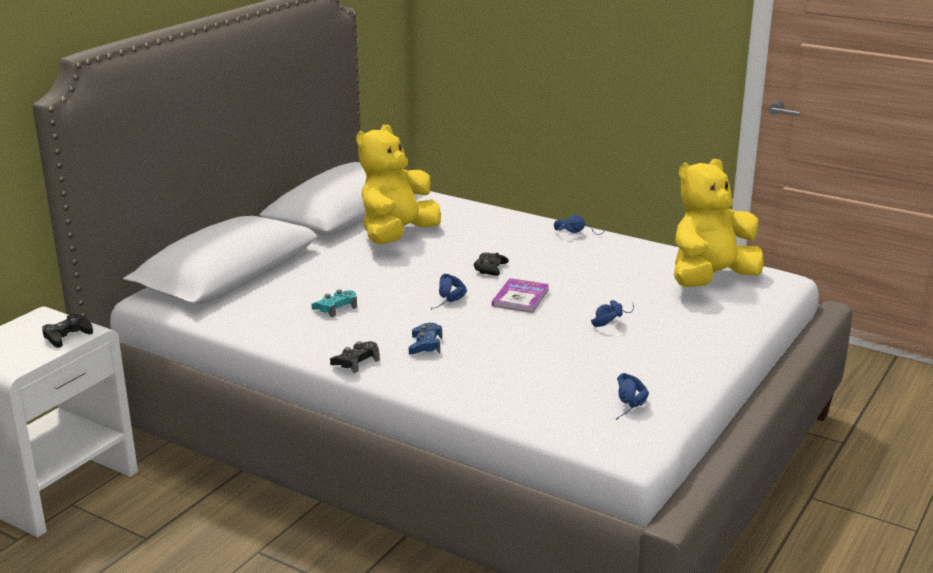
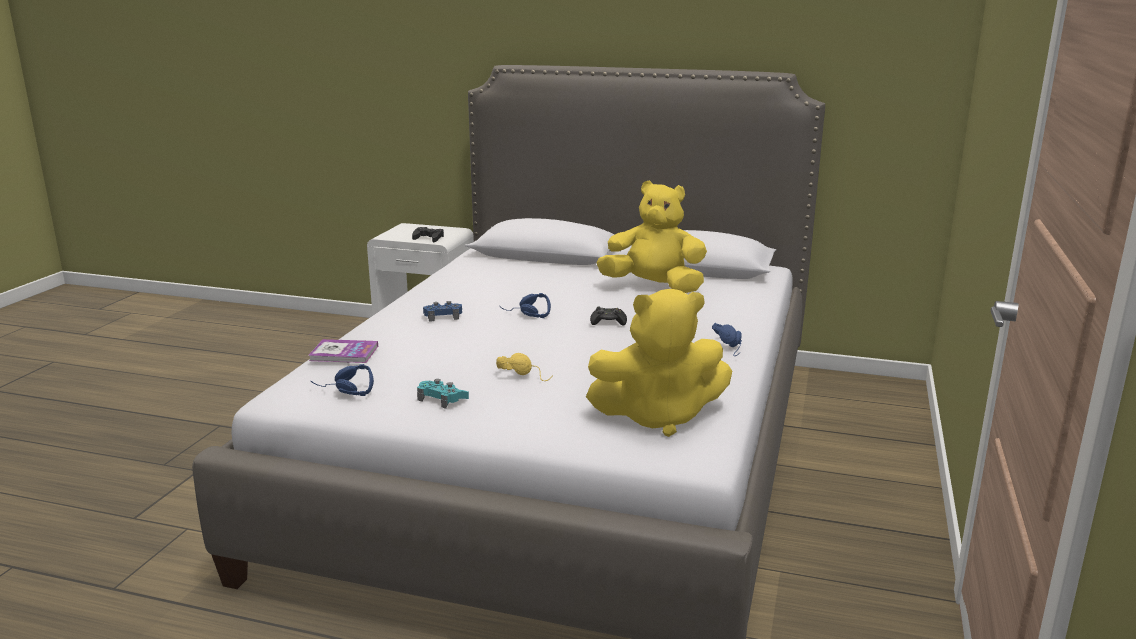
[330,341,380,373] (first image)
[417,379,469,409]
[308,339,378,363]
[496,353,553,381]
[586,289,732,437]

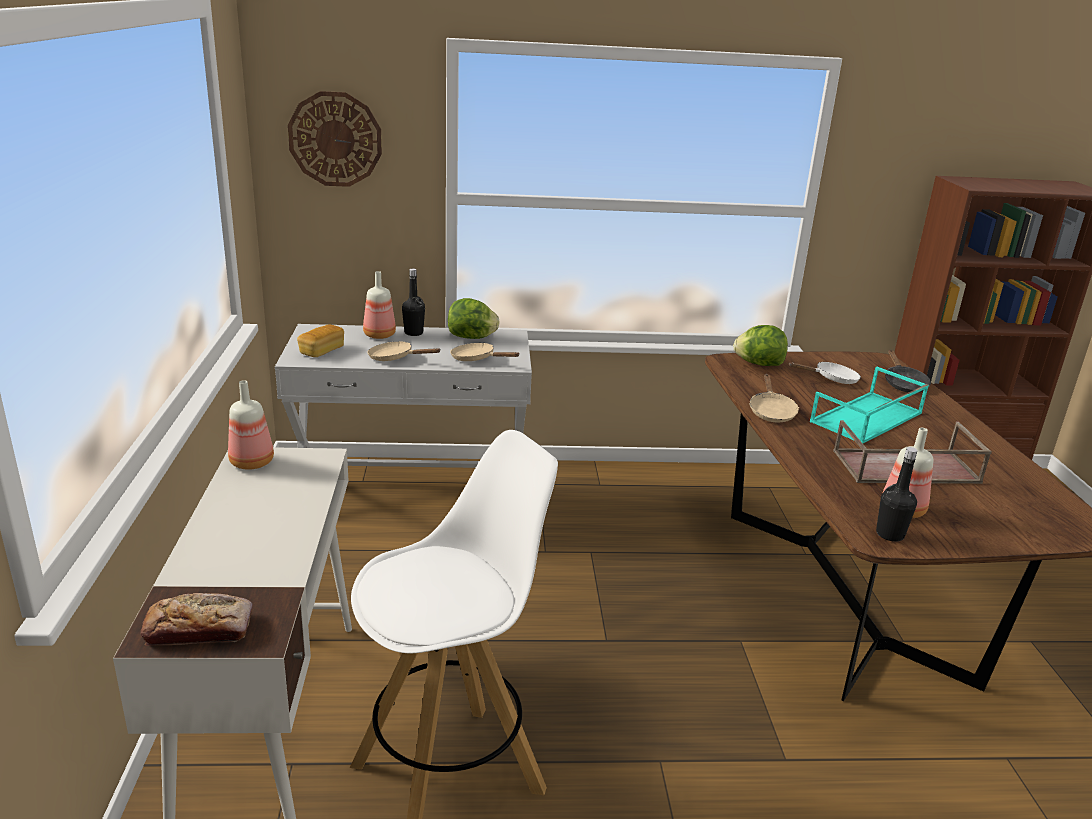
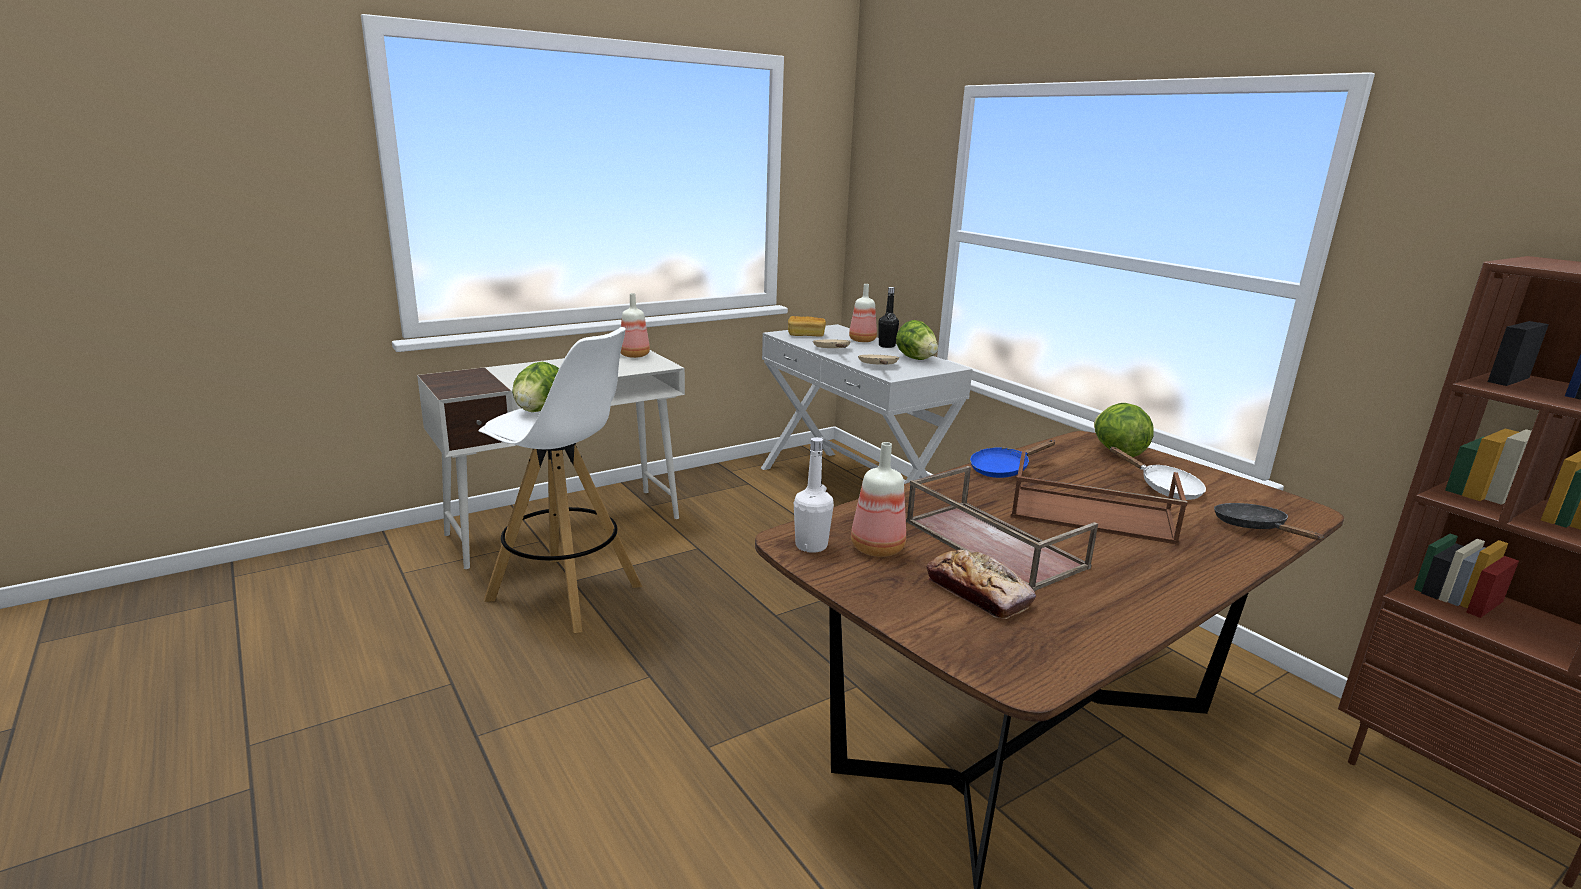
[288,91,382,187] (first image)
[512,362,559,412]
[926,549,1036,619]
[970,440,1056,478]
[1011,451,1188,545]
[794,437,834,553]
[1214,503,1324,540]

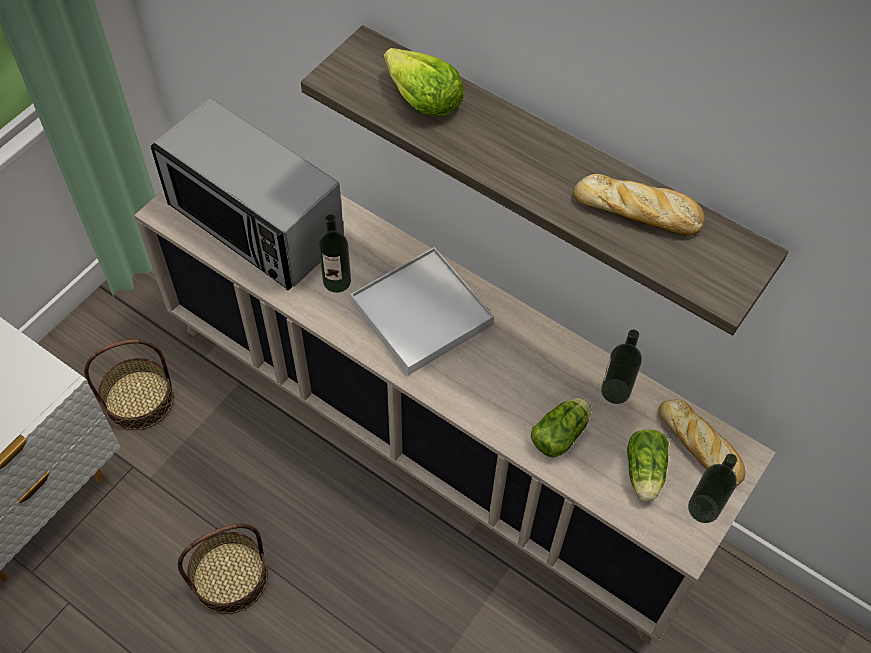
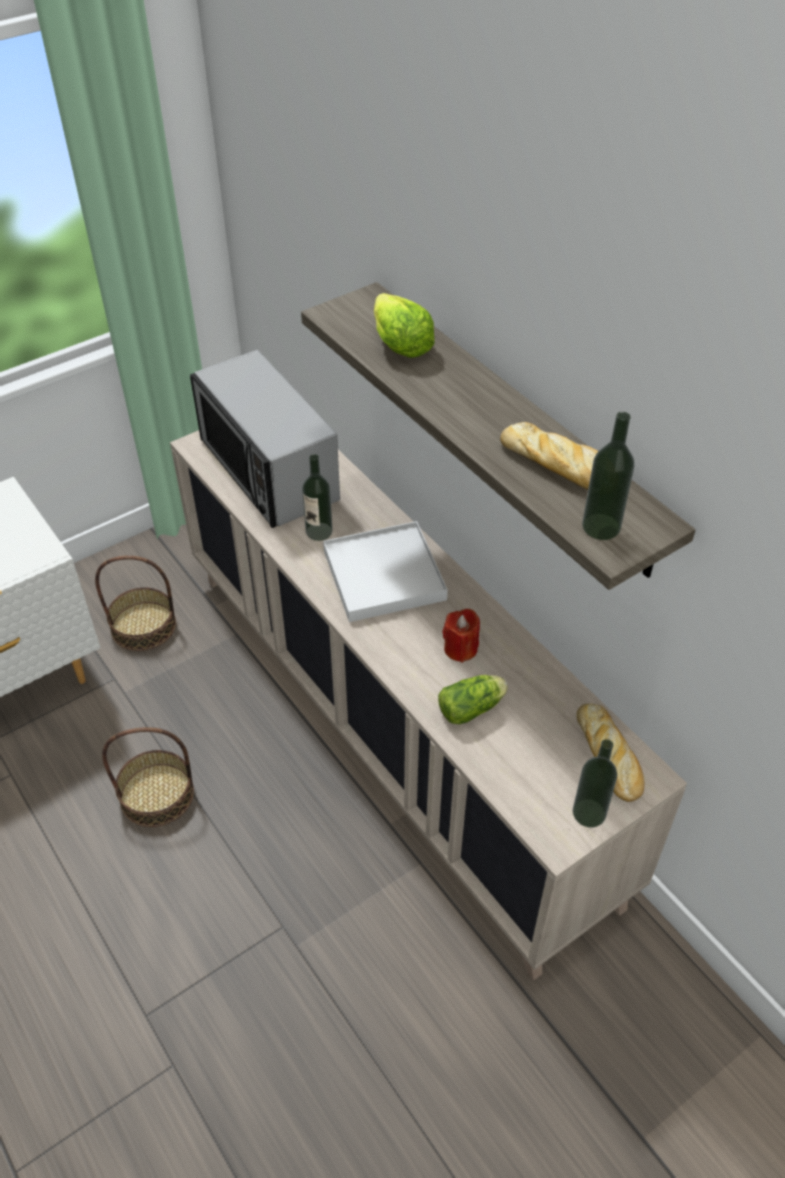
[627,430,669,502] (first image)
[442,609,480,663]
[582,412,635,540]

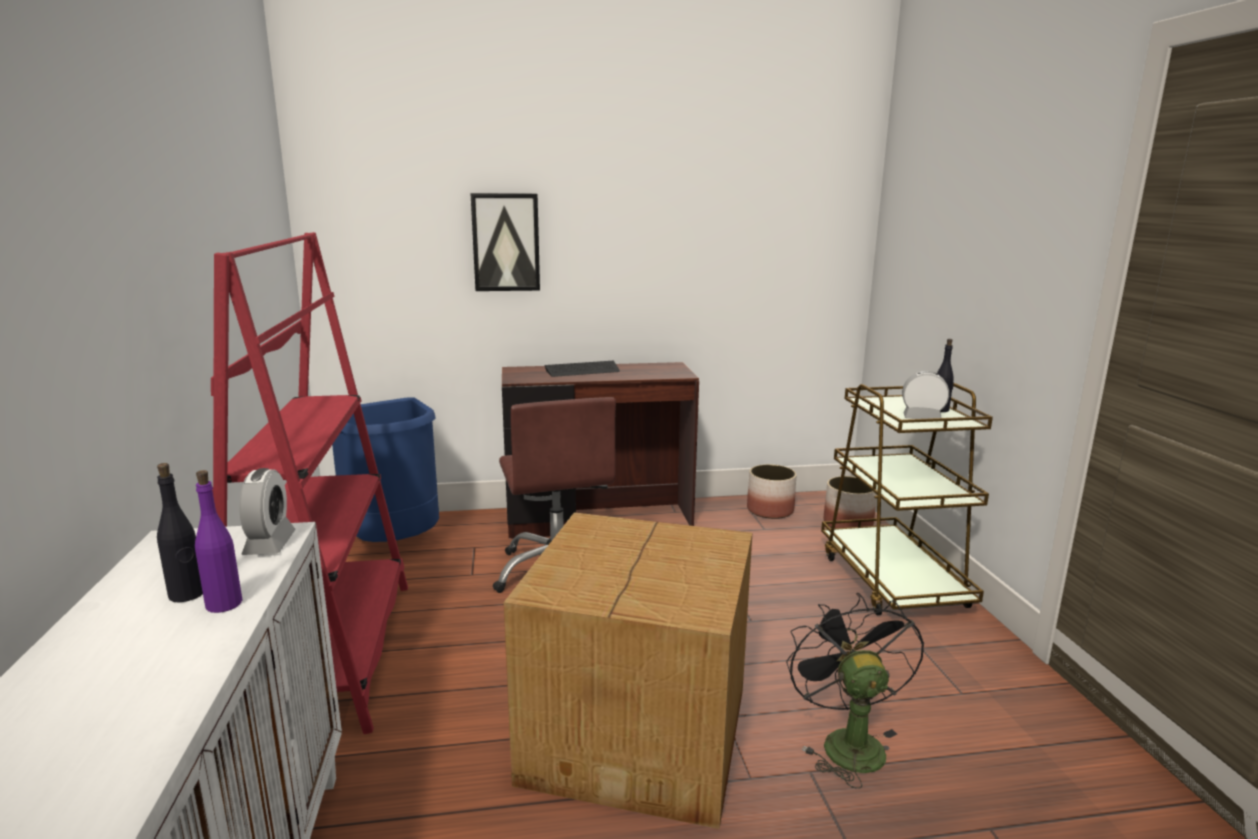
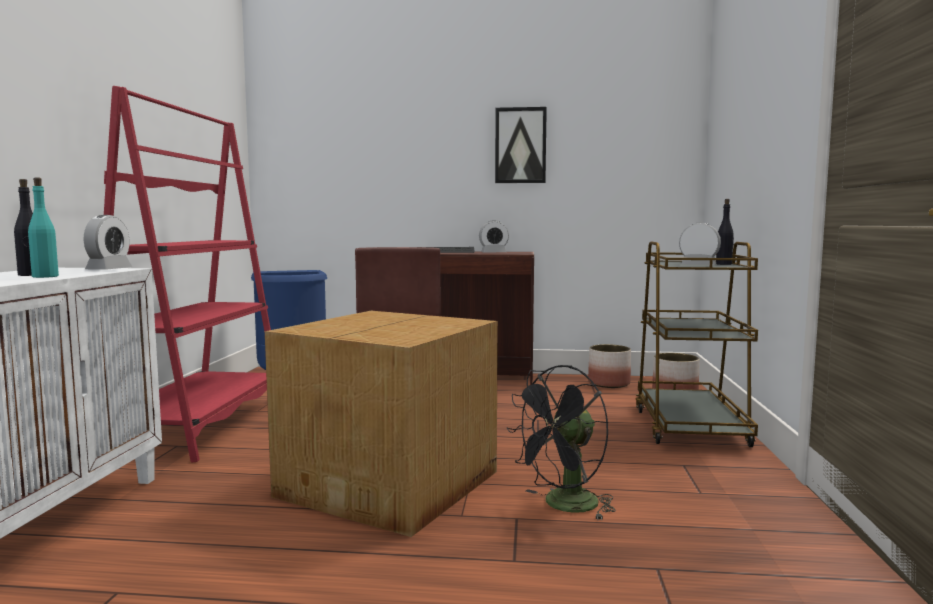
[479,220,509,252]
[495,107,547,183]
[28,177,59,278]
[507,365,616,520]

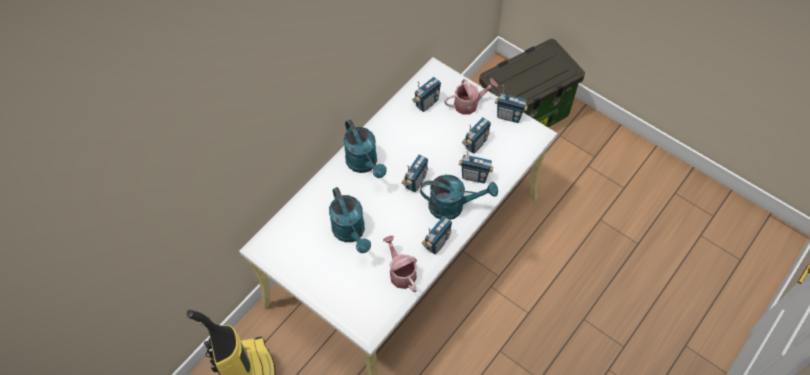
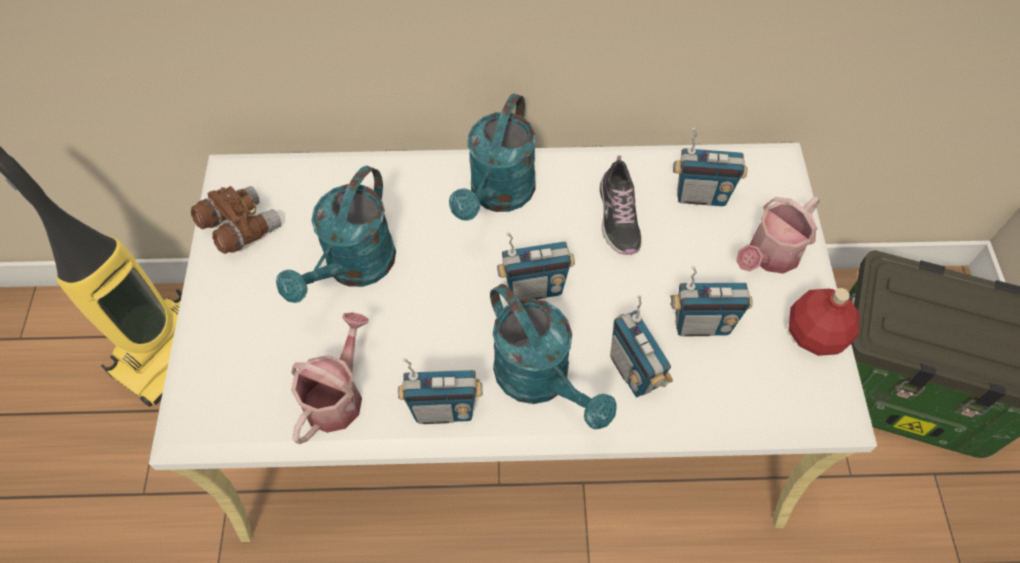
[191,186,281,254]
[600,156,642,255]
[789,288,860,356]
[736,196,820,274]

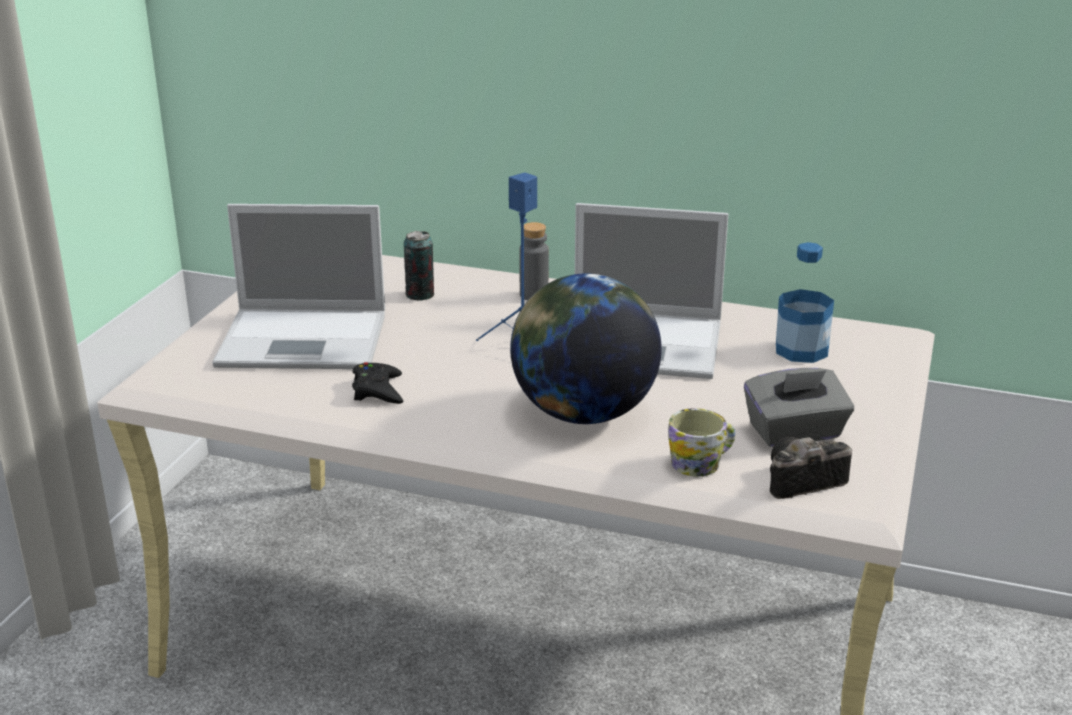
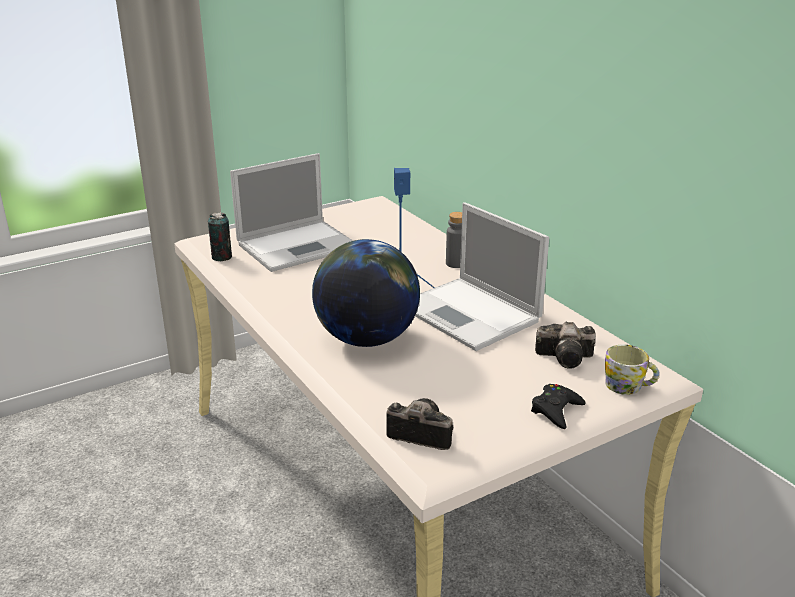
[744,368,854,447] (first image)
[531,384,586,429]
[208,212,232,261]
[605,345,659,395]
[535,322,596,369]
[230,153,353,272]

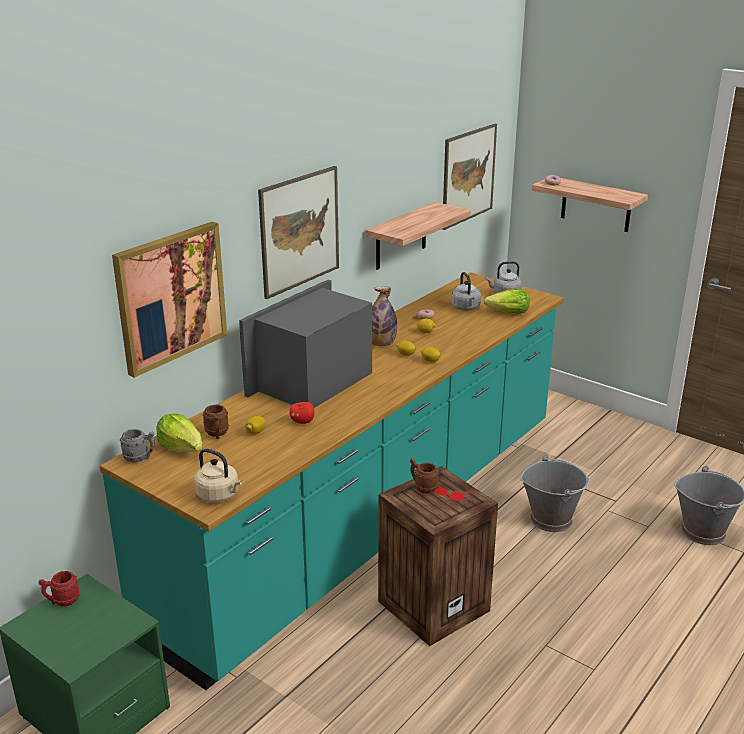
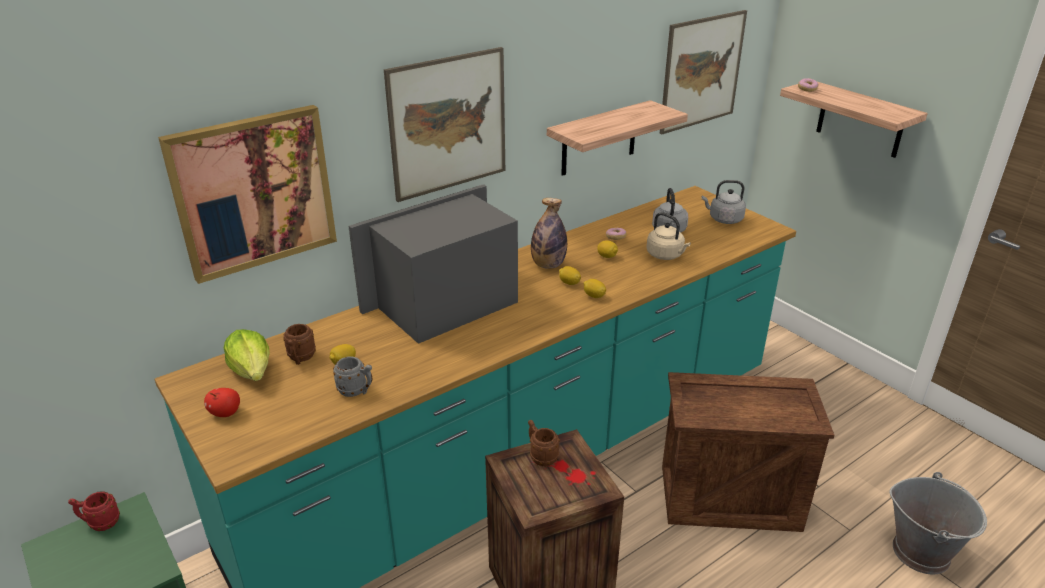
[484,289,530,314] (first image)
[333,356,372,397]
[646,212,691,260]
[204,388,240,417]
[662,372,834,532]

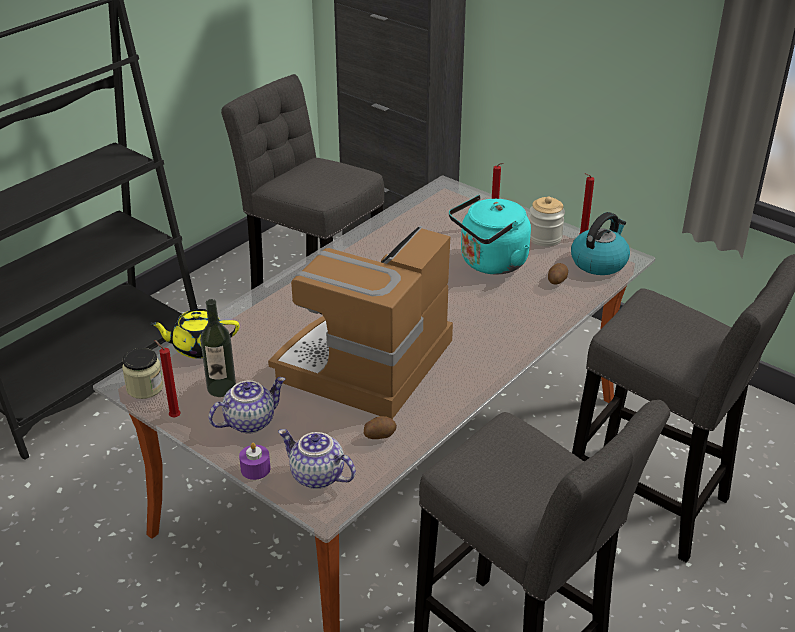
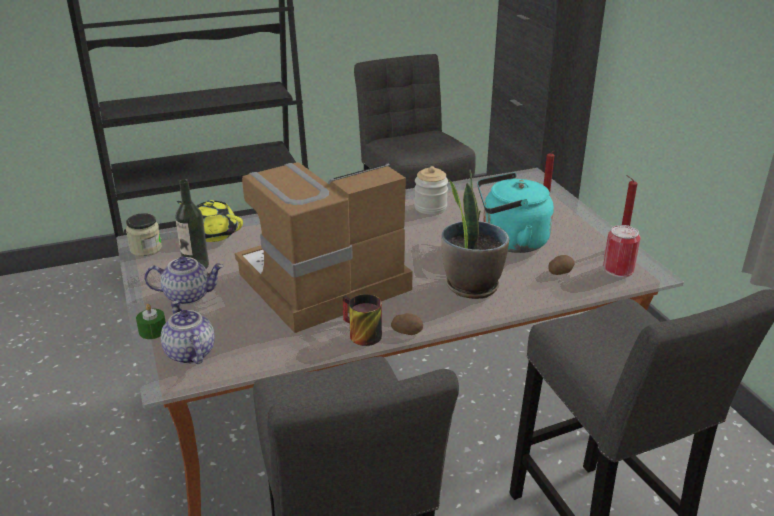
[154,340,181,417] (first image)
[343,294,382,346]
[441,170,509,299]
[391,313,423,335]
[414,166,448,215]
[603,225,641,277]
[136,304,166,339]

